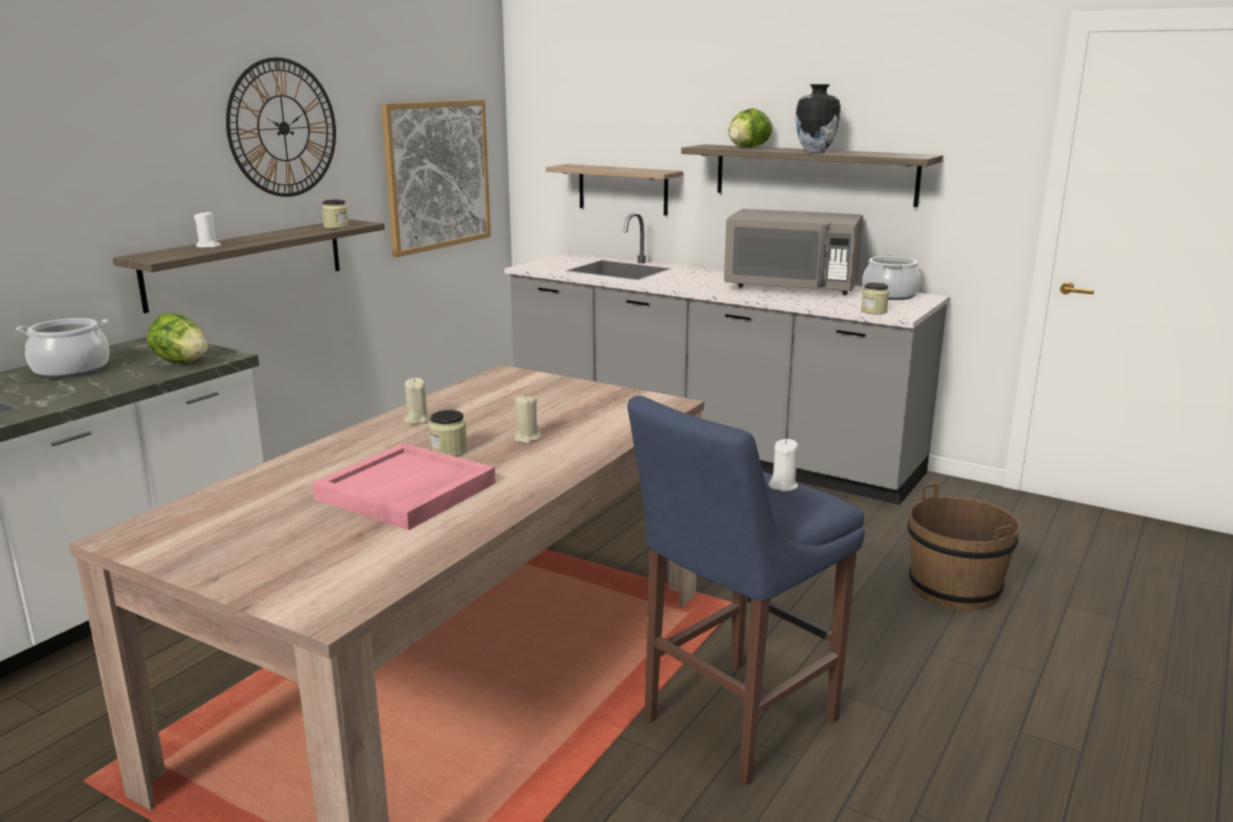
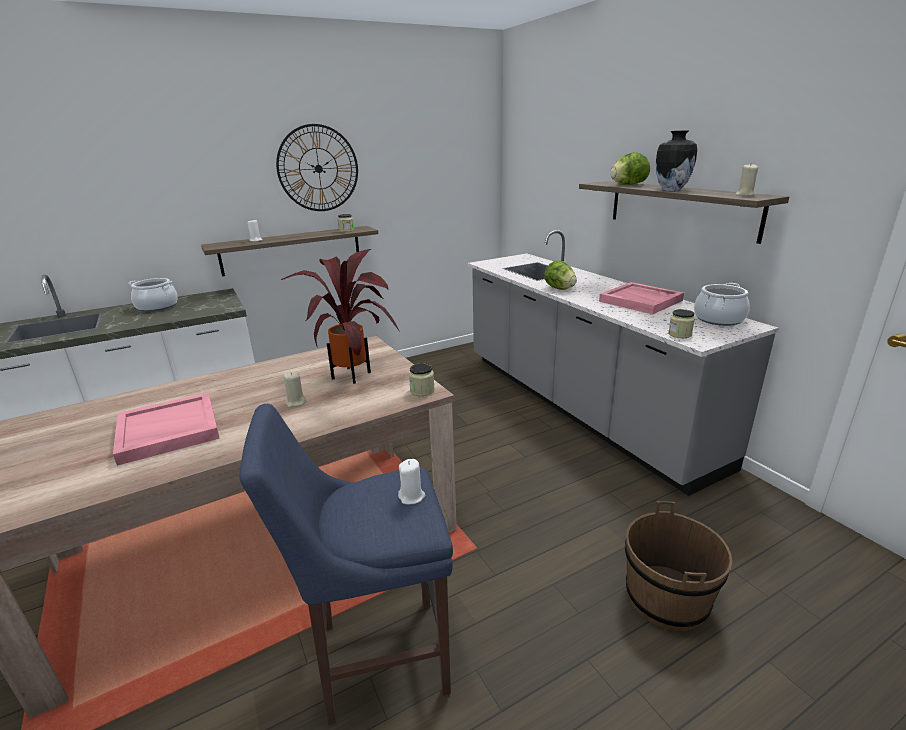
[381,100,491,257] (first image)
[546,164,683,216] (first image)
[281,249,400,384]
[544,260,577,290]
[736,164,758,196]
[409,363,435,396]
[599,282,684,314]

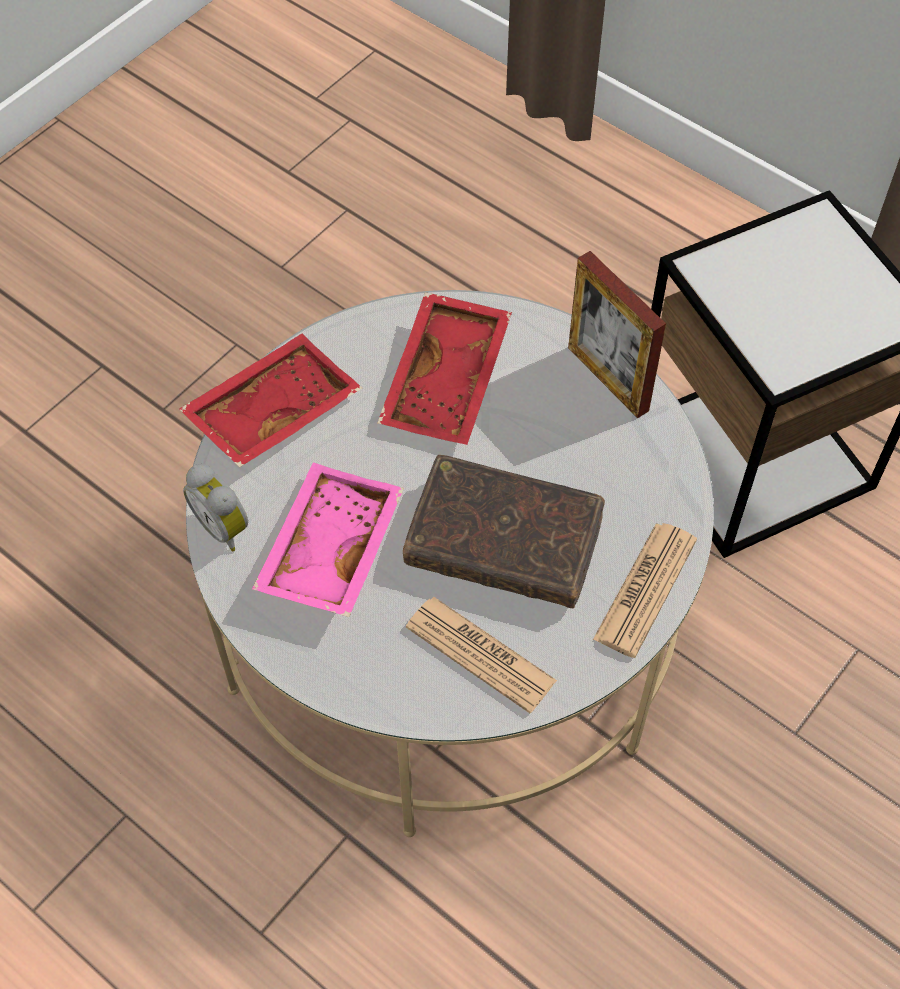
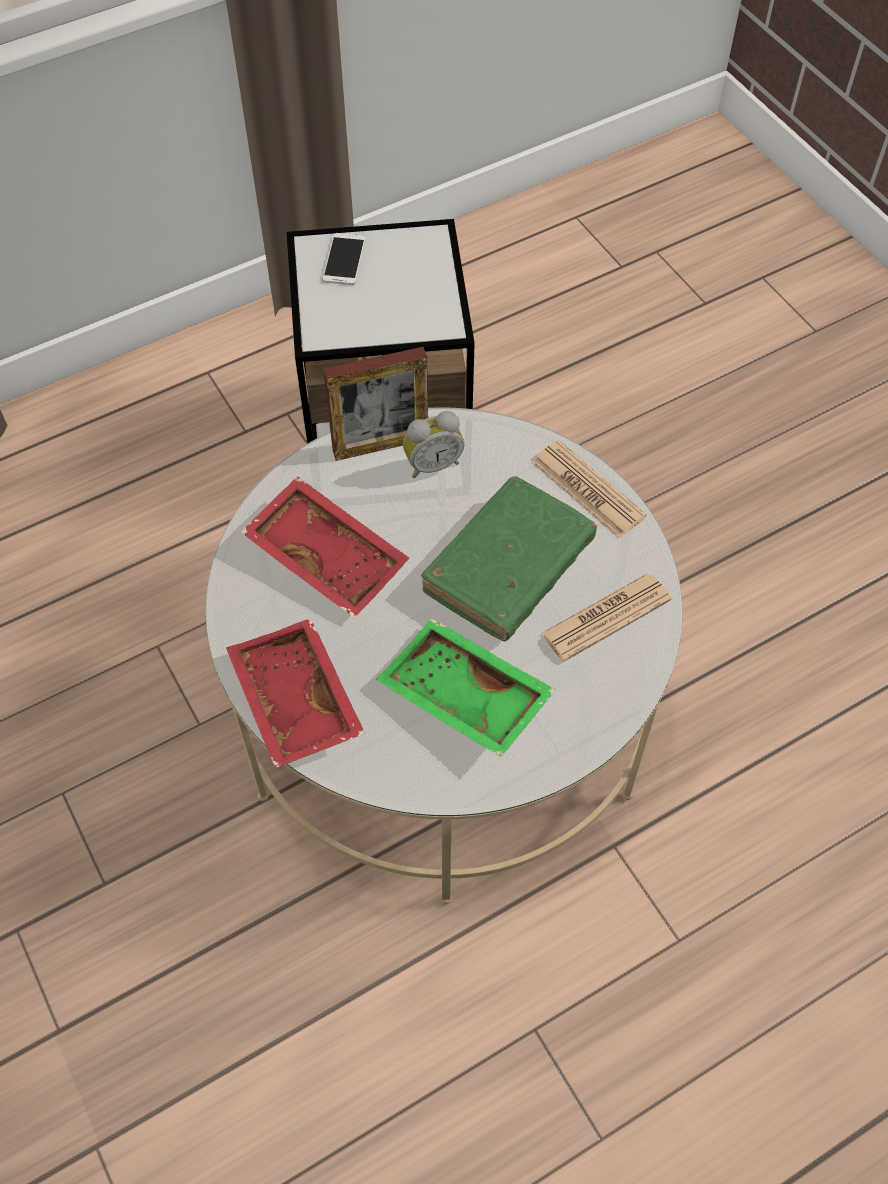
[322,233,366,285]
[403,411,465,478]
[376,619,556,757]
[421,476,597,642]

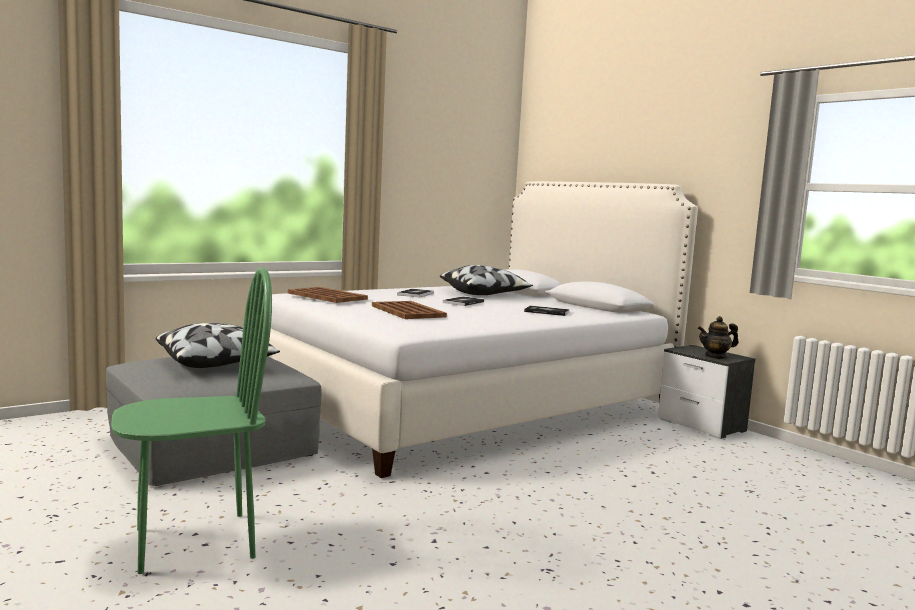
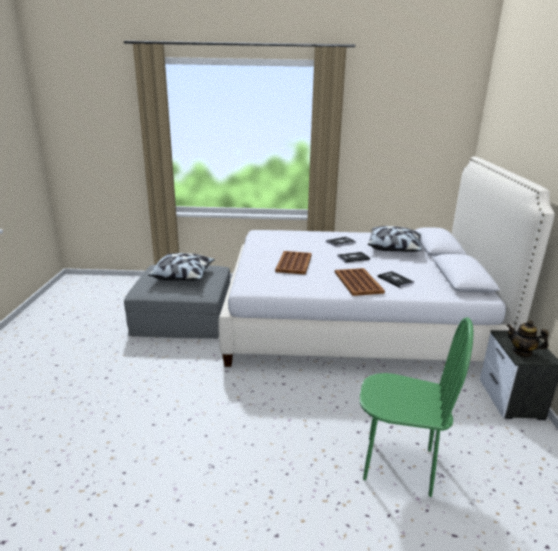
[360,317,473,497]
[335,268,385,296]

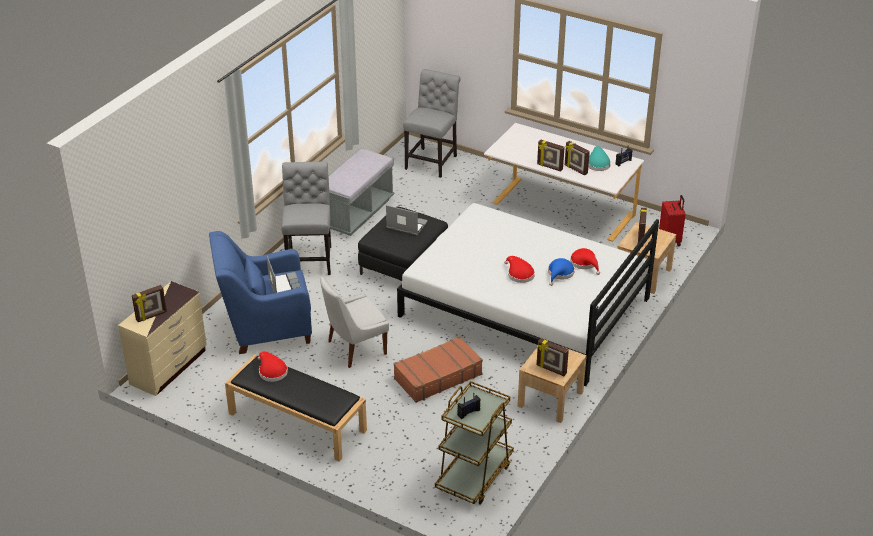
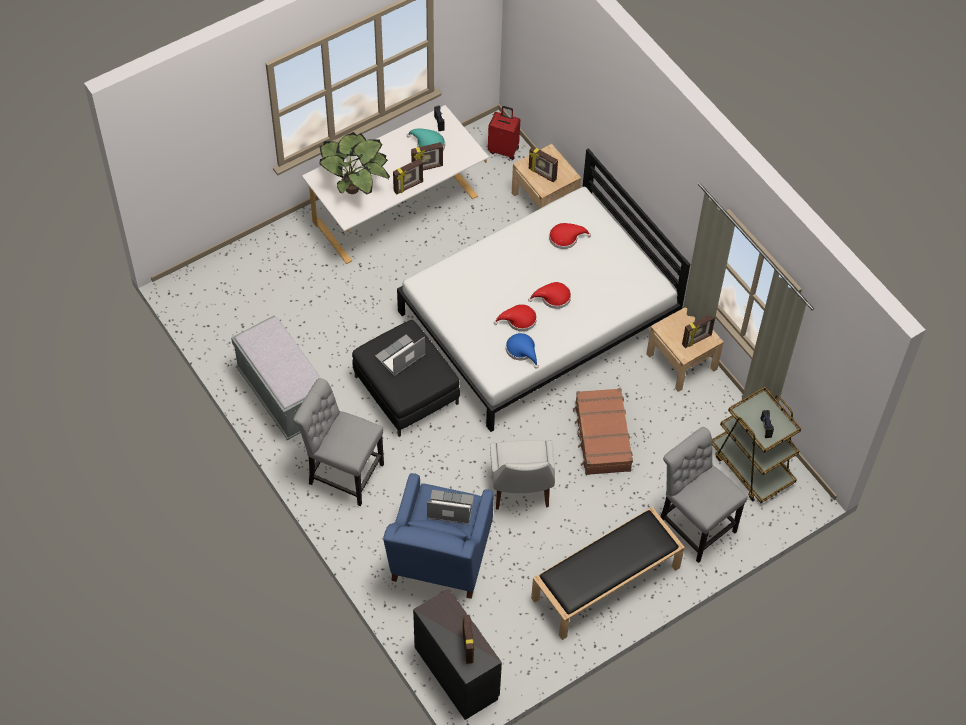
[319,132,390,195]
[494,304,537,331]
[660,427,748,563]
[506,333,539,369]
[413,589,502,720]

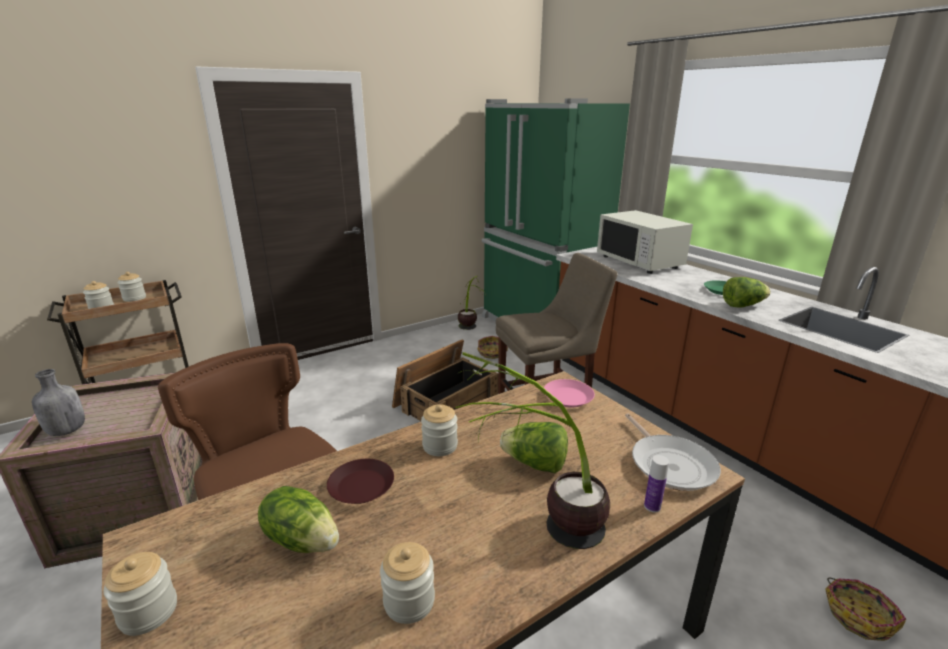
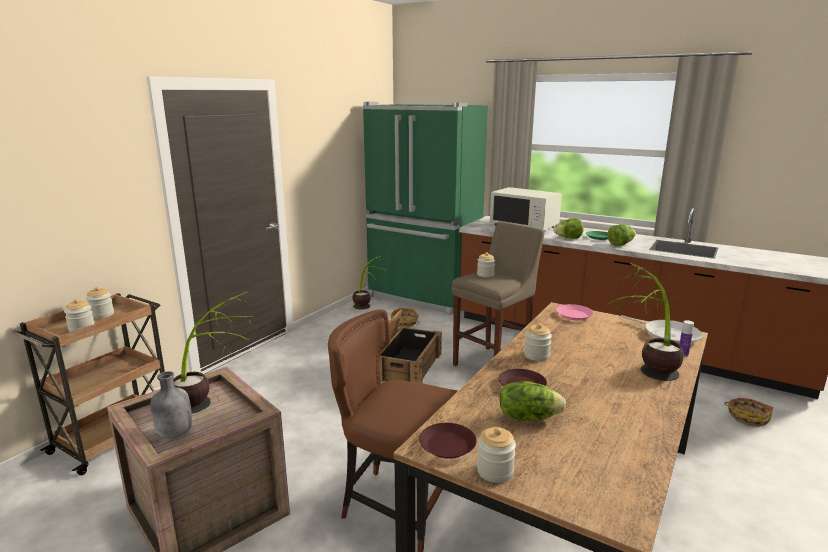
[173,291,254,414]
[419,423,477,459]
[477,252,495,277]
[553,218,584,239]

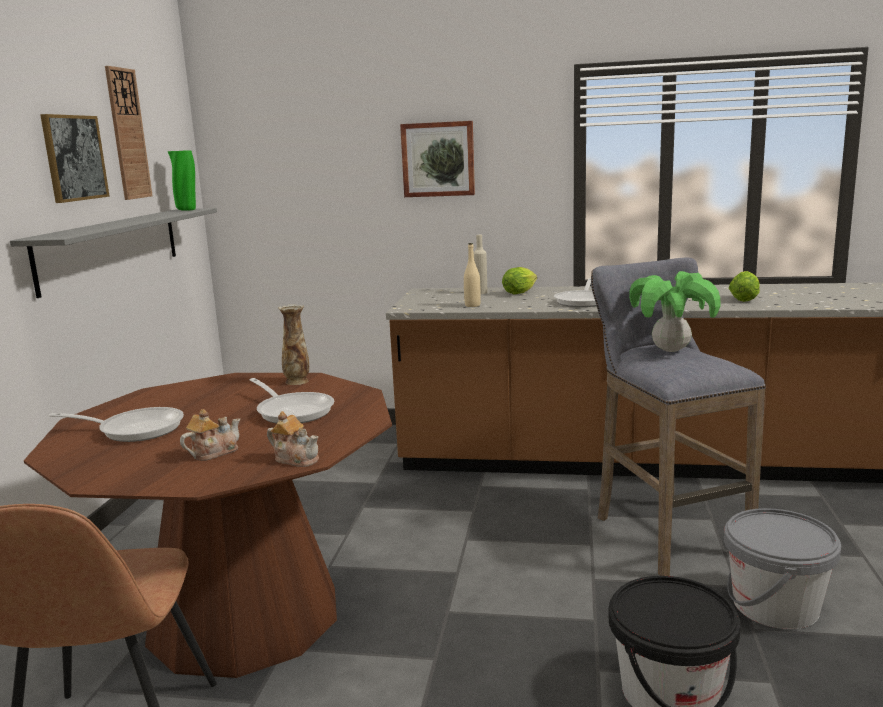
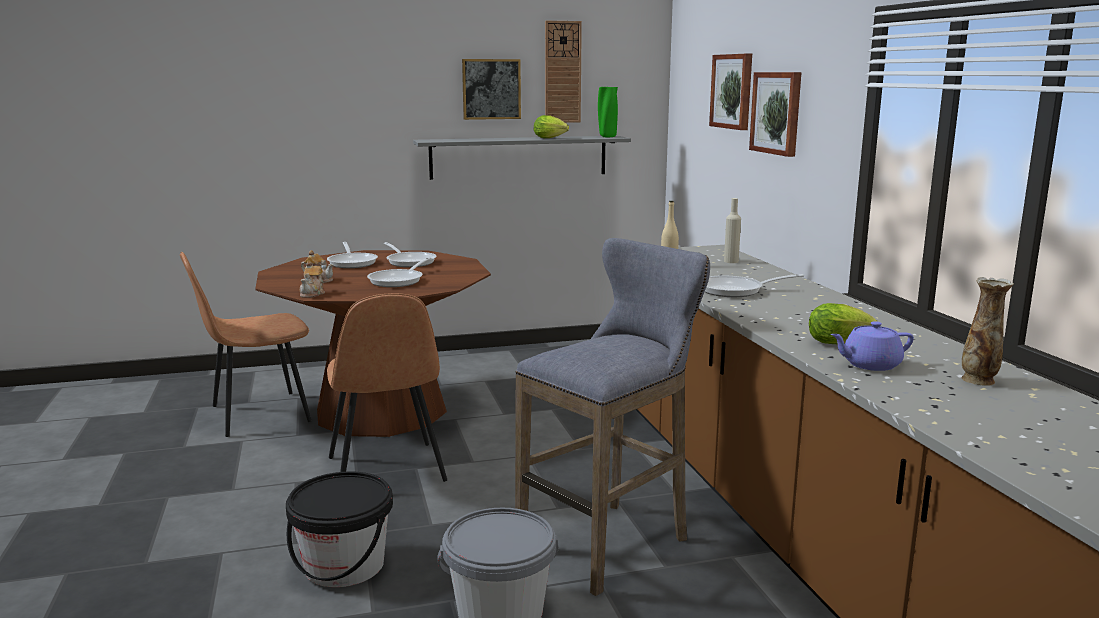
[629,271,720,352] (first image)
[327,293,447,482]
[384,242,437,267]
[709,54,752,130]
[830,321,914,371]
[961,277,1014,386]
[534,115,569,138]

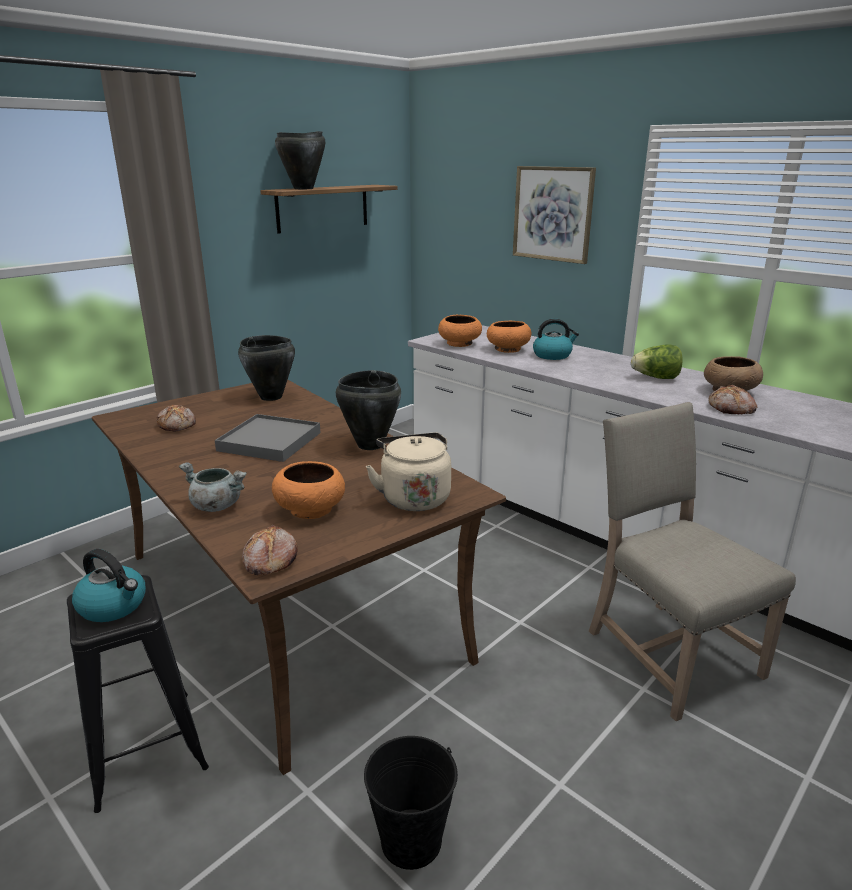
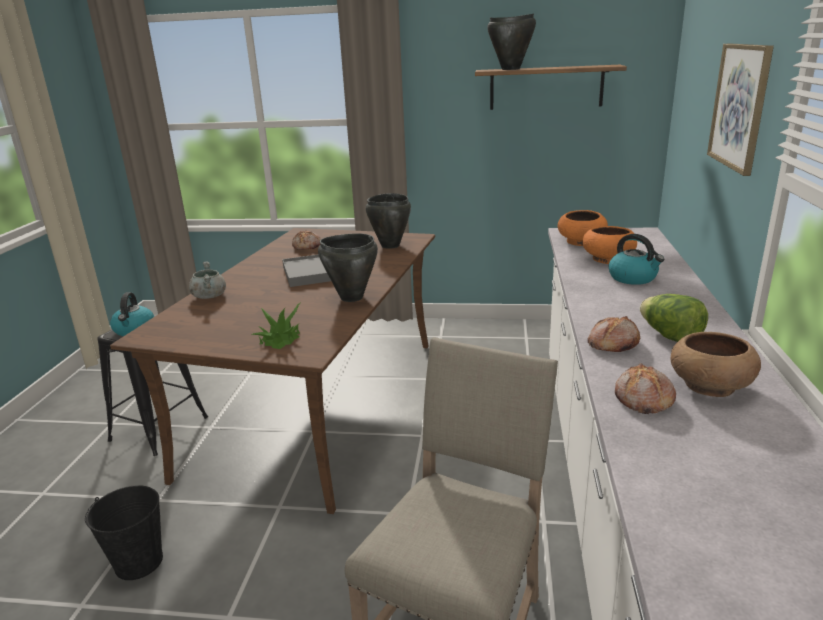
[272,461,345,519] (first image)
[587,316,640,352]
[252,303,300,349]

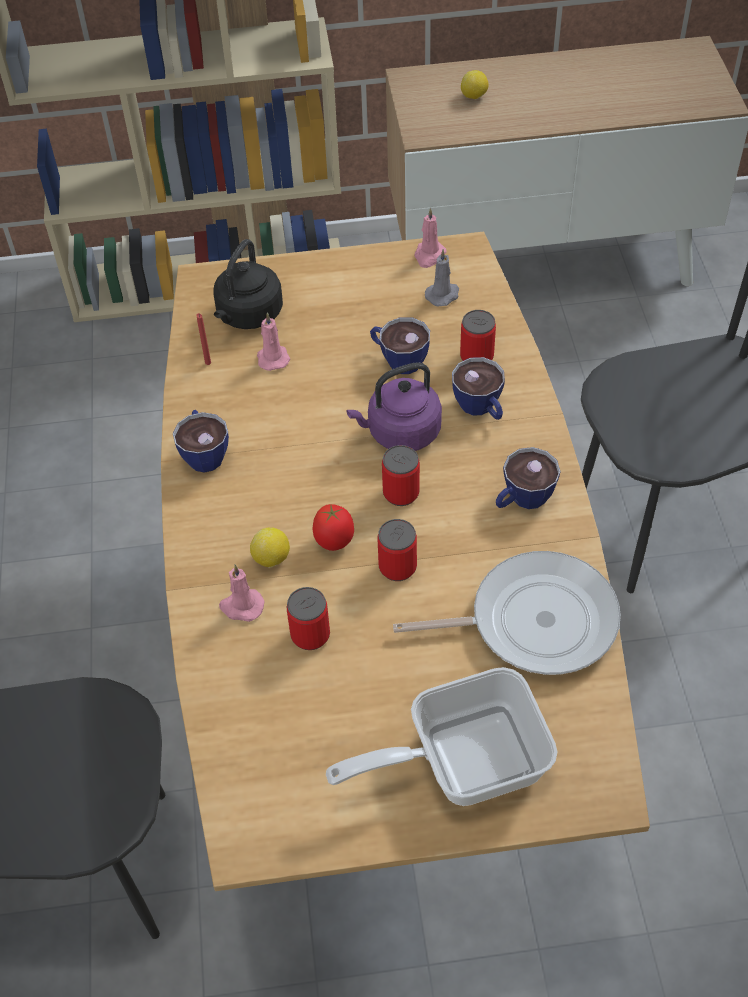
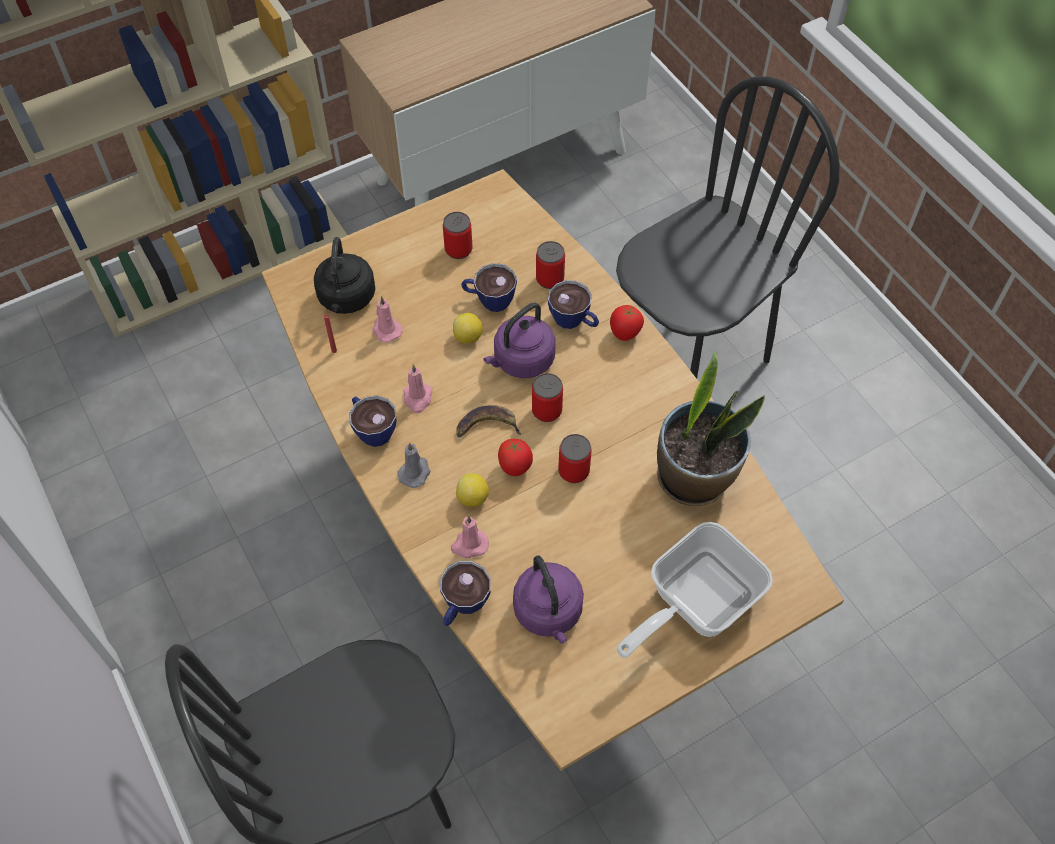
[456,405,521,438]
[513,556,584,644]
[610,305,644,341]
[443,212,472,259]
[403,364,432,413]
[397,442,431,488]
[453,313,483,343]
[440,561,491,626]
[657,351,765,506]

